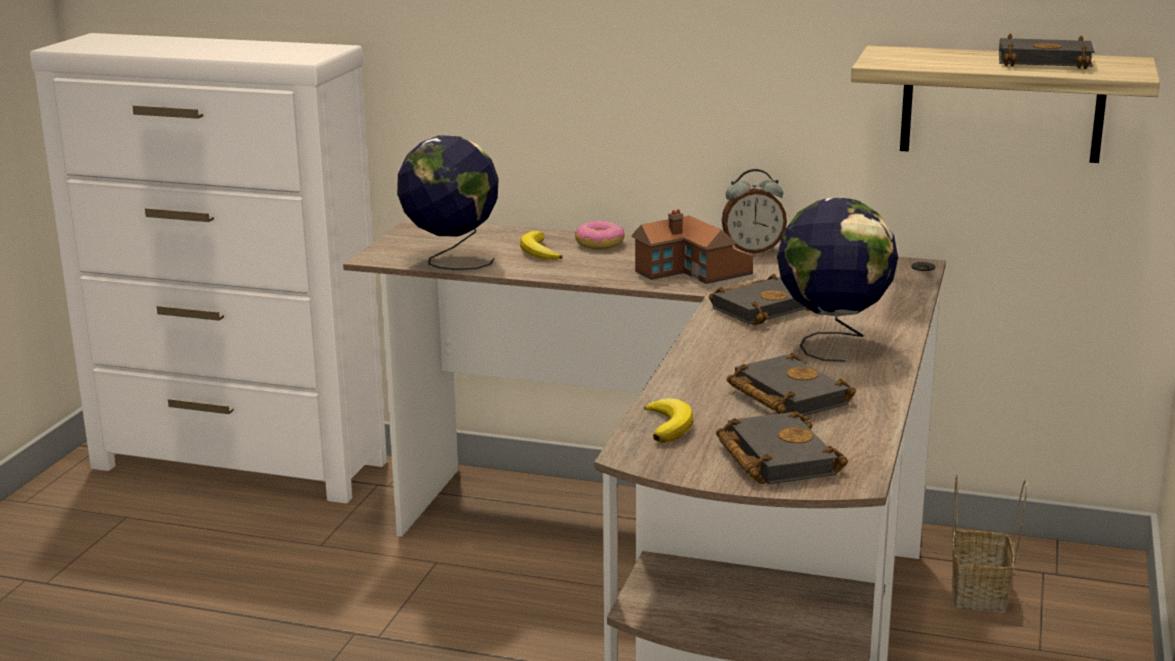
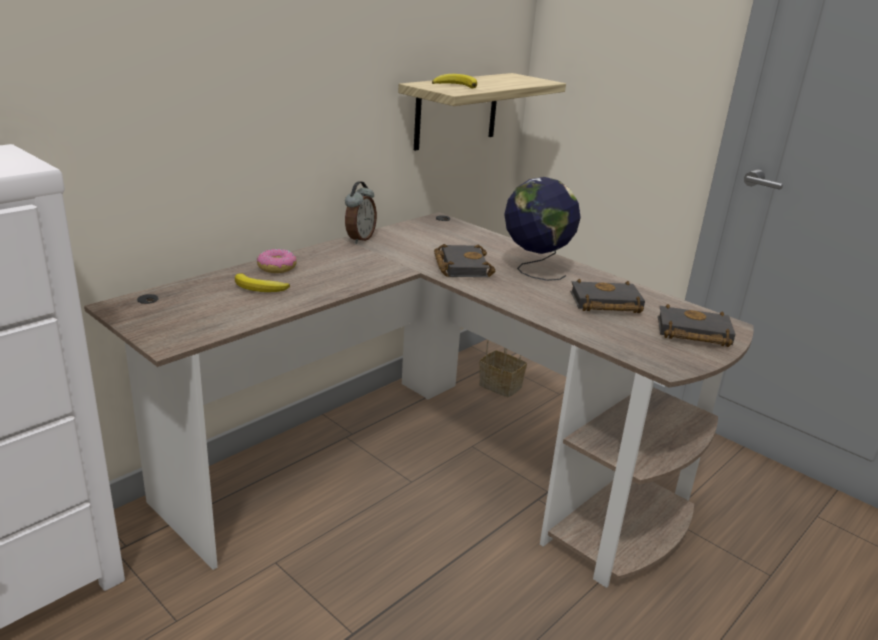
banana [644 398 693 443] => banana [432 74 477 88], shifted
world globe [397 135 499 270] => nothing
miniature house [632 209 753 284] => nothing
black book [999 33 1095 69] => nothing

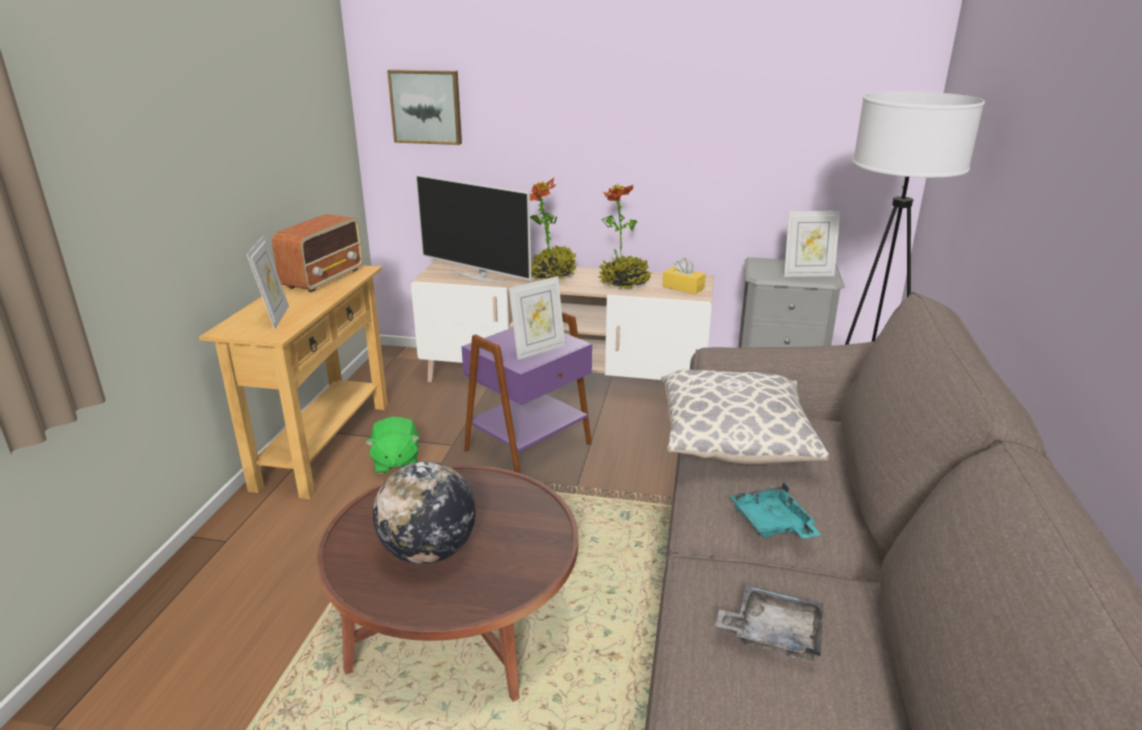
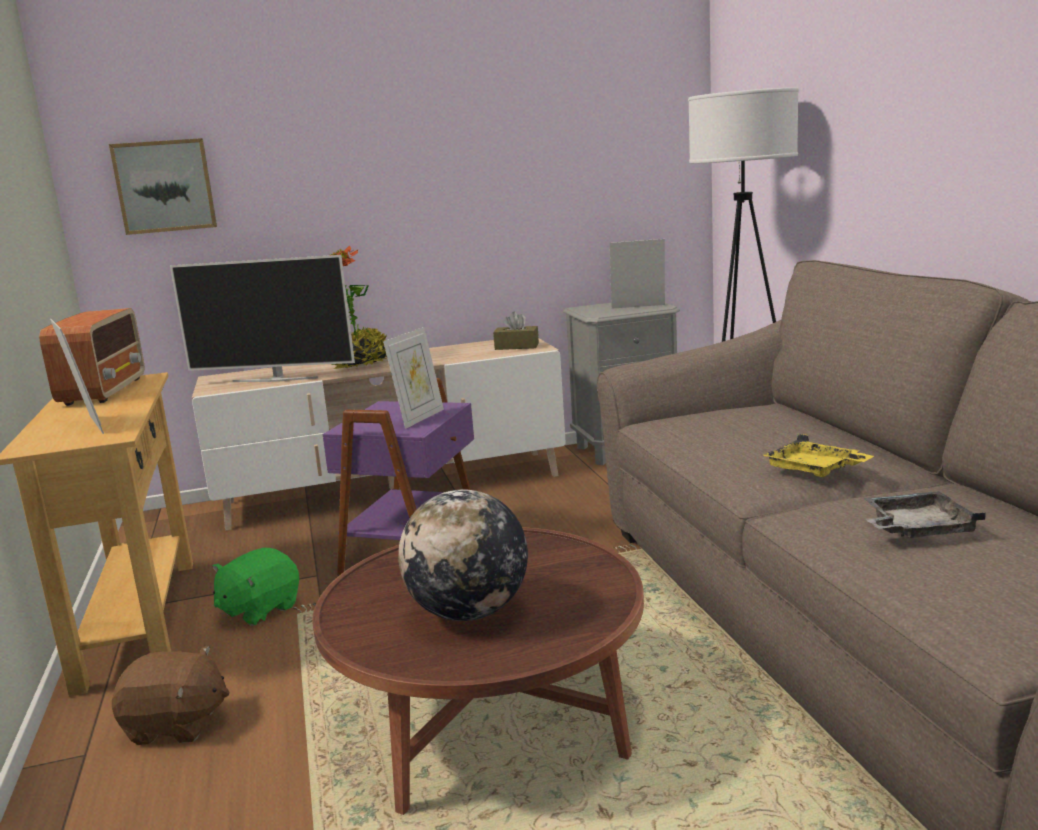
nothing => brownish plush toy [112 645 230 745]
green plush toy [365 417 419 474] => green plush toy [212 547 299 626], 75 degrees clockwise
yellow tissue holder [663 258 706 295] => brownish tissue holder [493 312 539 350]
standing frame [784 211 840 277] => standing frame [610 239 665 309], 150 degrees counterclockwise
blue-green tray [729 482 821 539] => yellow tray [762 434 874 477]
plant in a pot [598 183 652 289] => nothing
pillow [661 370 829 465] => nothing

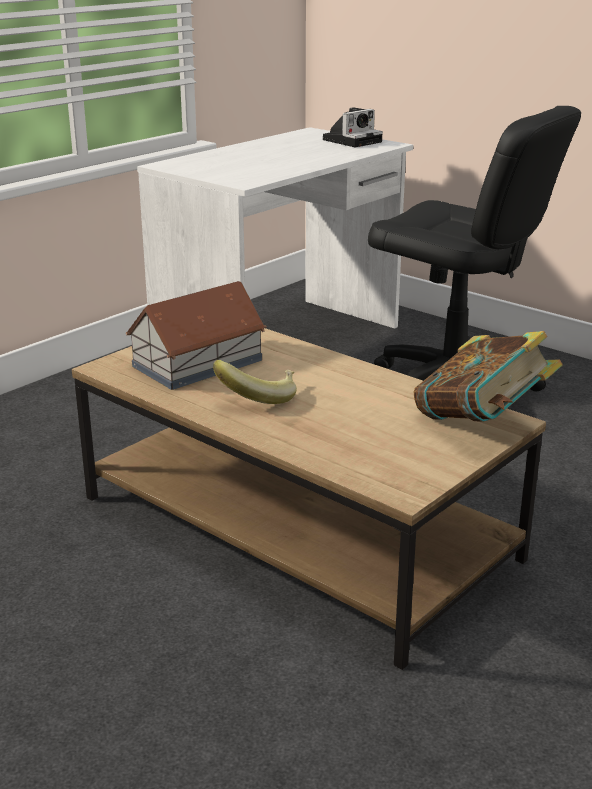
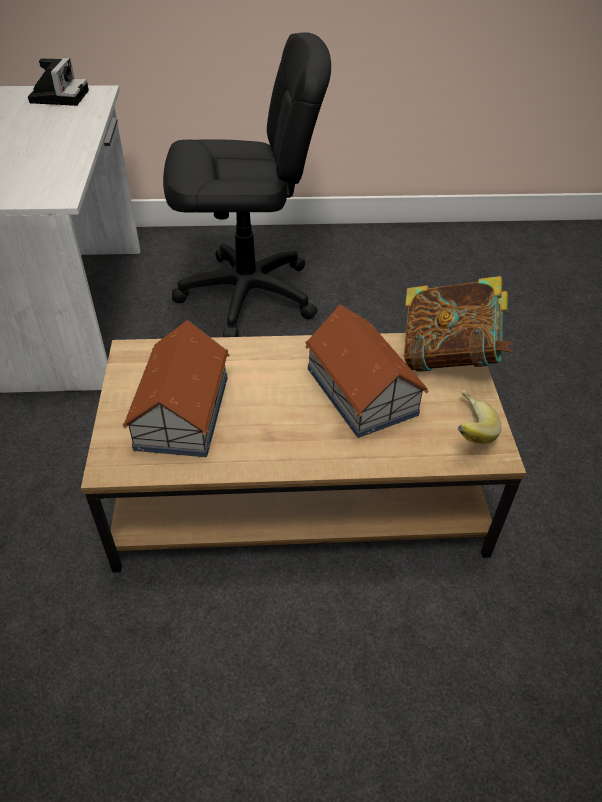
nothing => miniature house [305 305 429 438]
banana [213 360 297 404] => banana [458 390 501 444], shifted

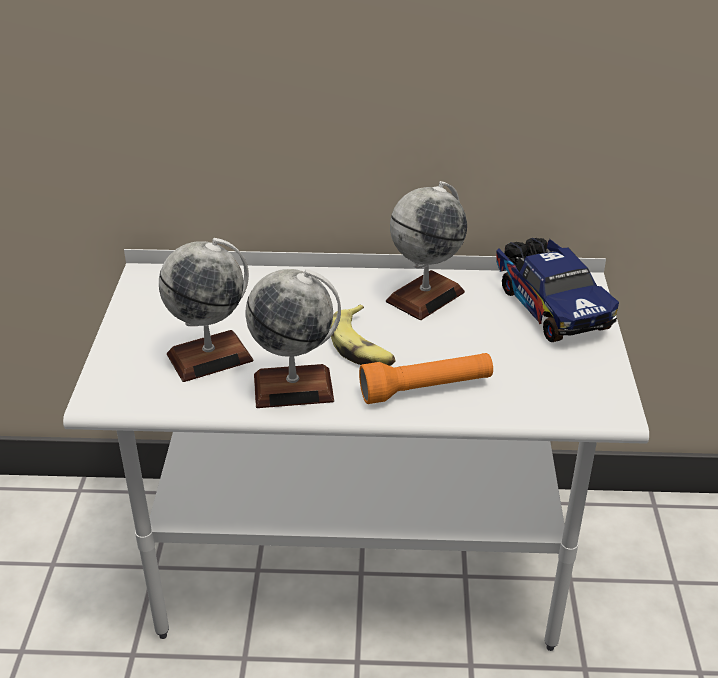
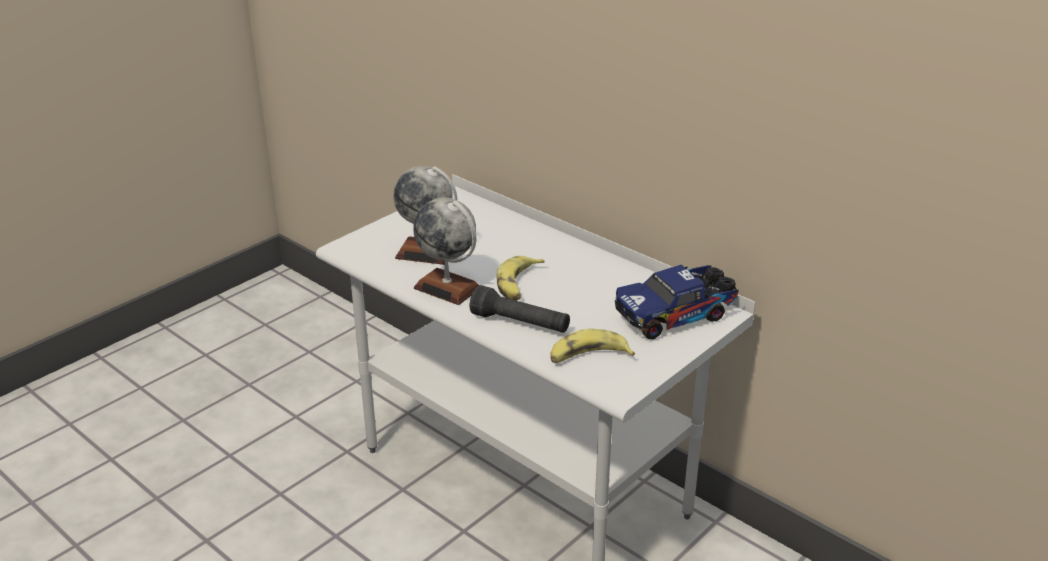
orange-coloured hand torch [359 353 493 404] => black hand torch [470 285 570 333]
nothing => banana [550 329 635 363]
toy lorry [496 238 619 342] => toy lorry [615 264 739 339], 45 degrees clockwise
world globe [386 181 467 320] => nothing

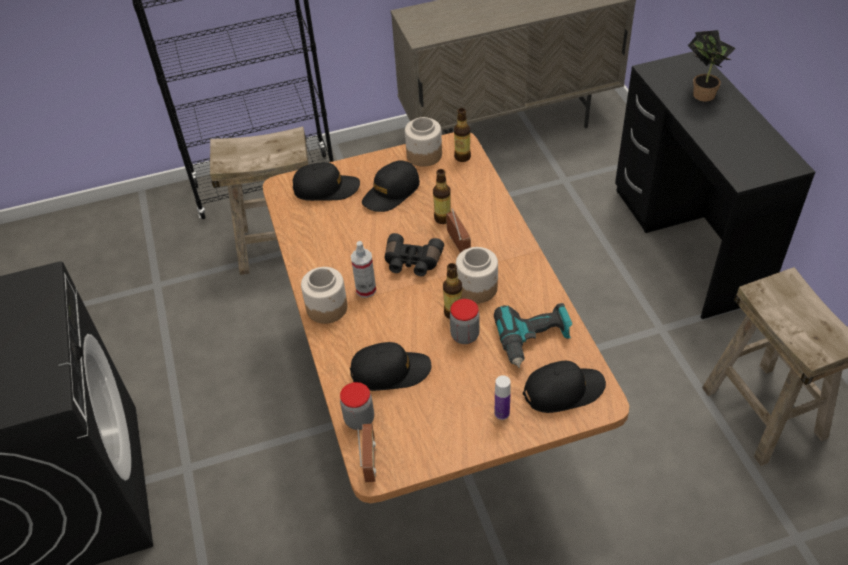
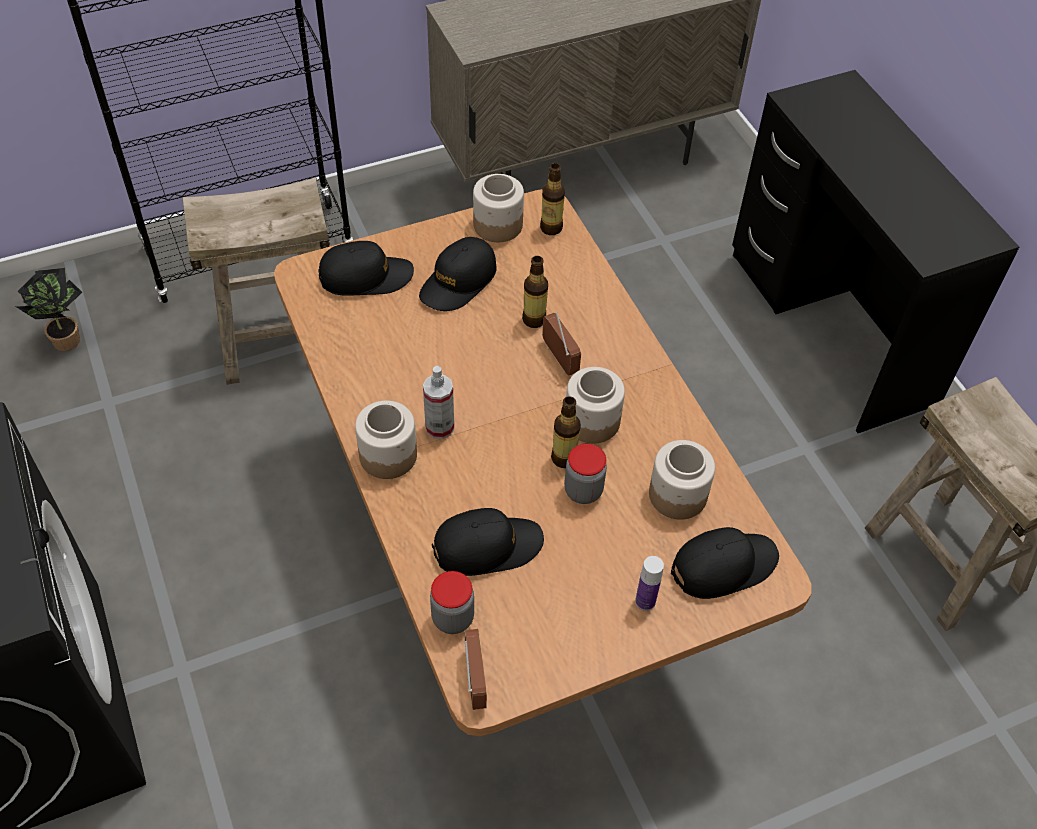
plant in a pot [688 30 736 102] => plant in a pot [17 268 82 351], shifted
electric drill [494 303 572 368] => jar [649 440 715 520]
black pair of binoculars [385 233 444 276] => nothing

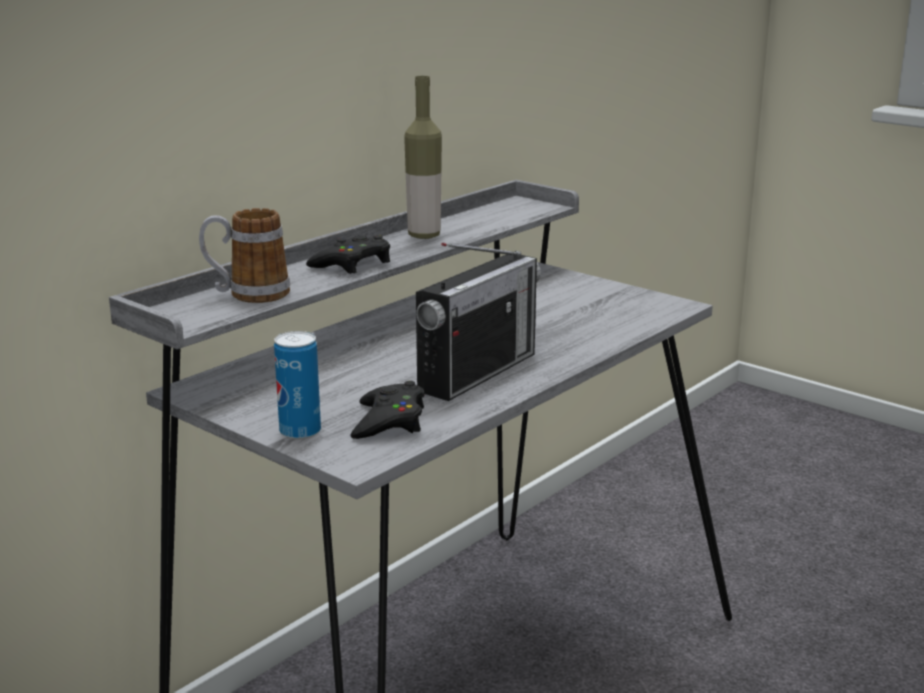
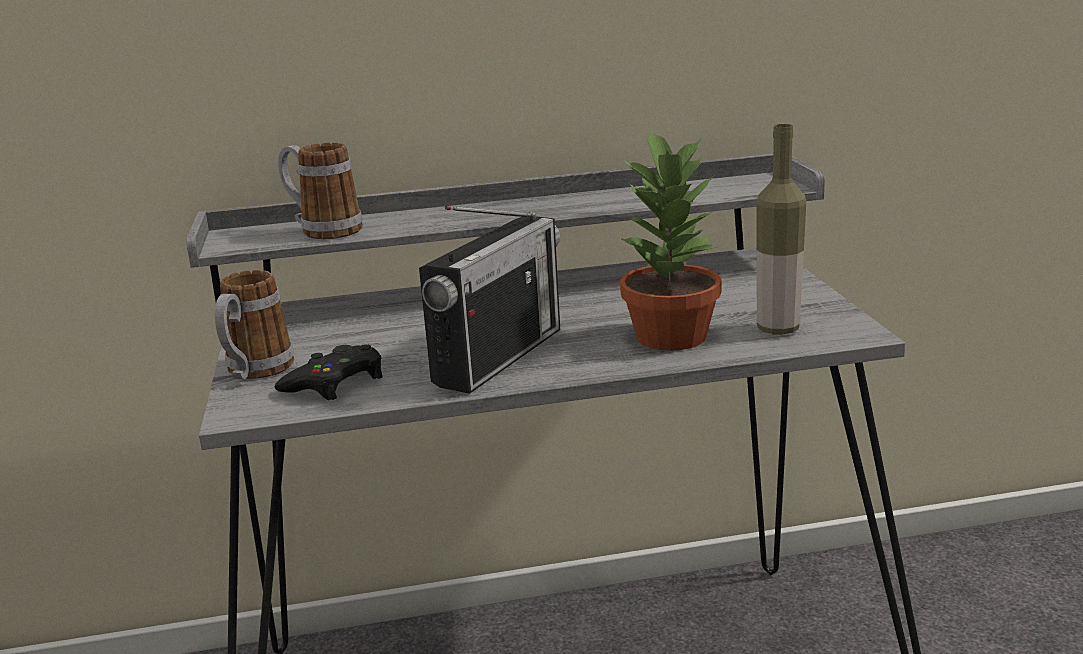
metal can [274 331 321 440] => tea mug [215 270 294 379]
radio receiver [416 243 541 401] => radio receiver [419 206 560 394], 45 degrees counterclockwise
nothing => plant in a pot [618 129 722 351]
bottle [404 76 442 239] => bottle [756 124 806 335], shifted
black gamepad [306 235 390 274] => nothing

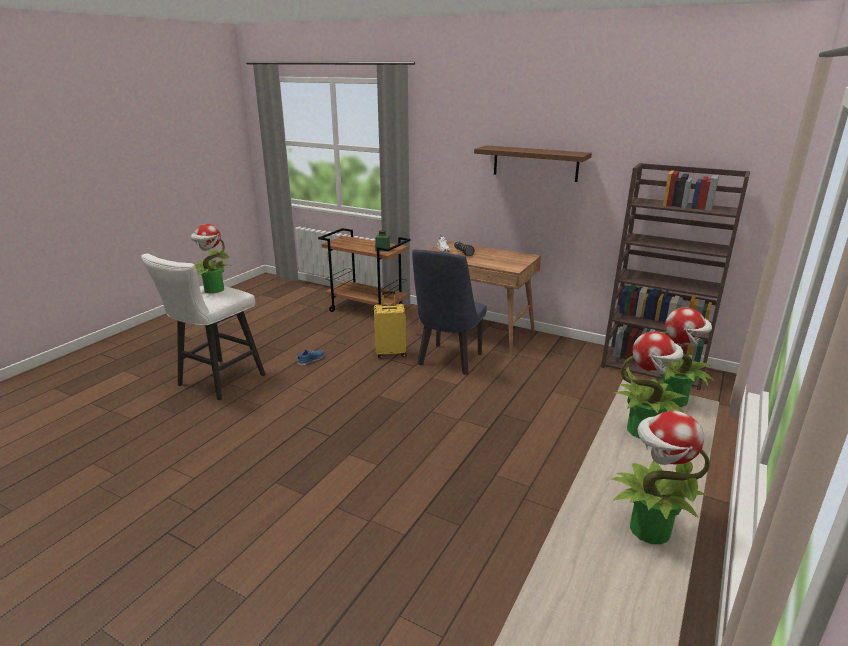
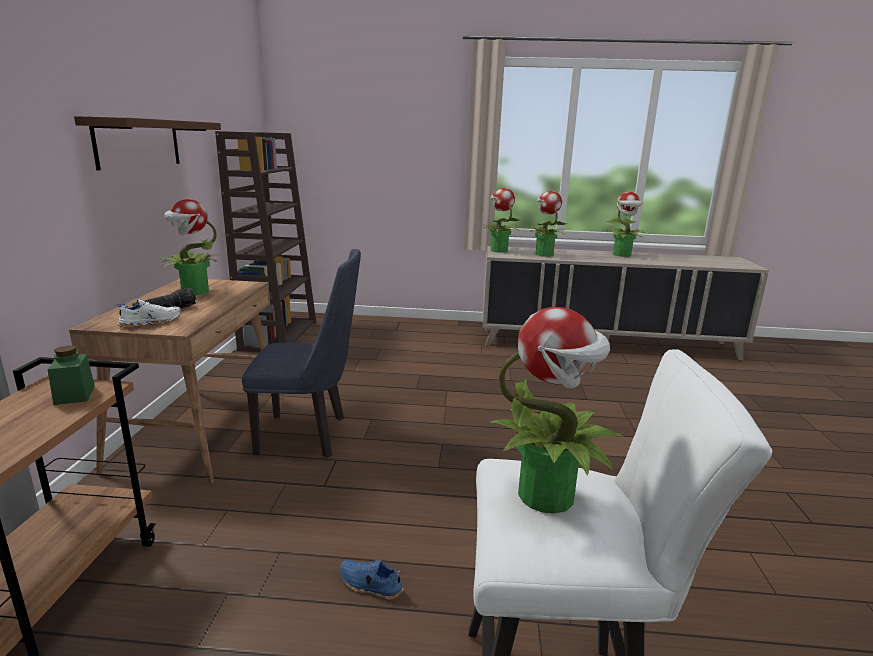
nothing => plant in a pot [158 199 219 295]
yellow piece of luggage [374 291 407 358] => nothing

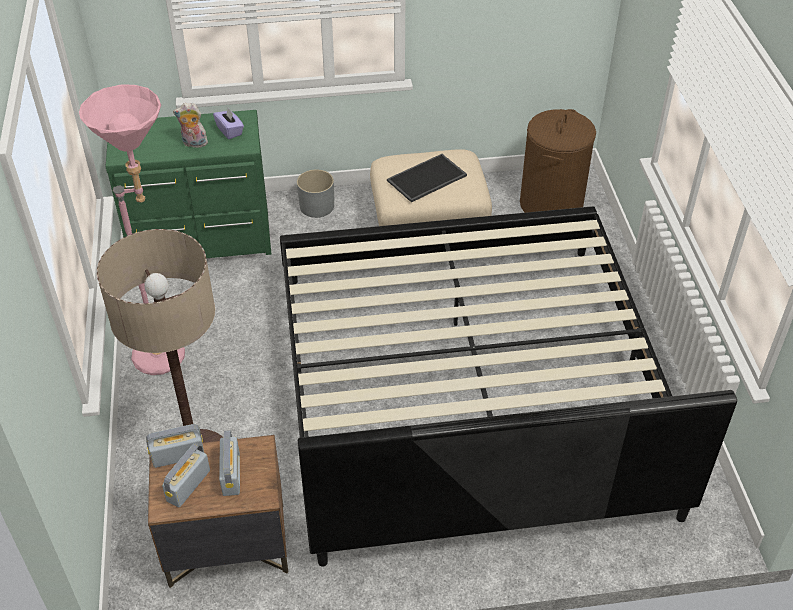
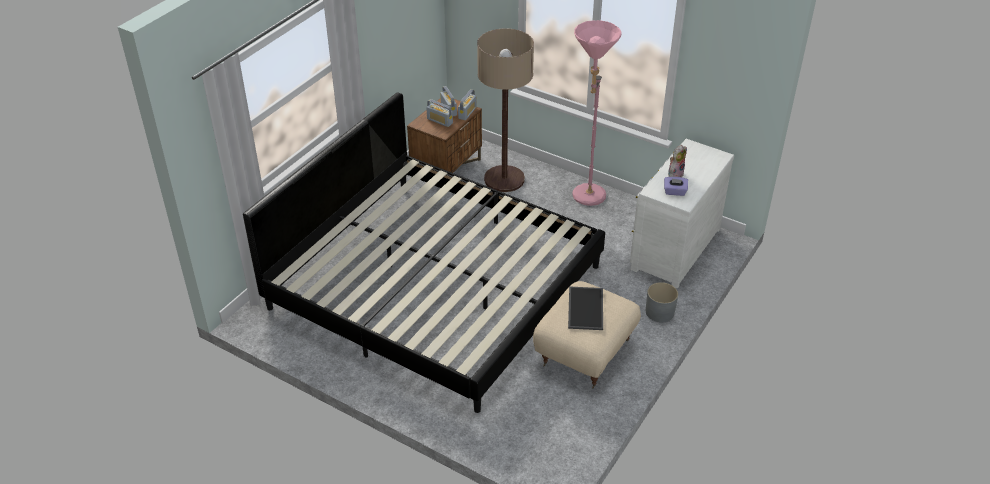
green drawer chest [105 110 271 258] => white-coloured drawer chest [630 139 734 289]
brownish hamper [520 109 596 213] => nothing

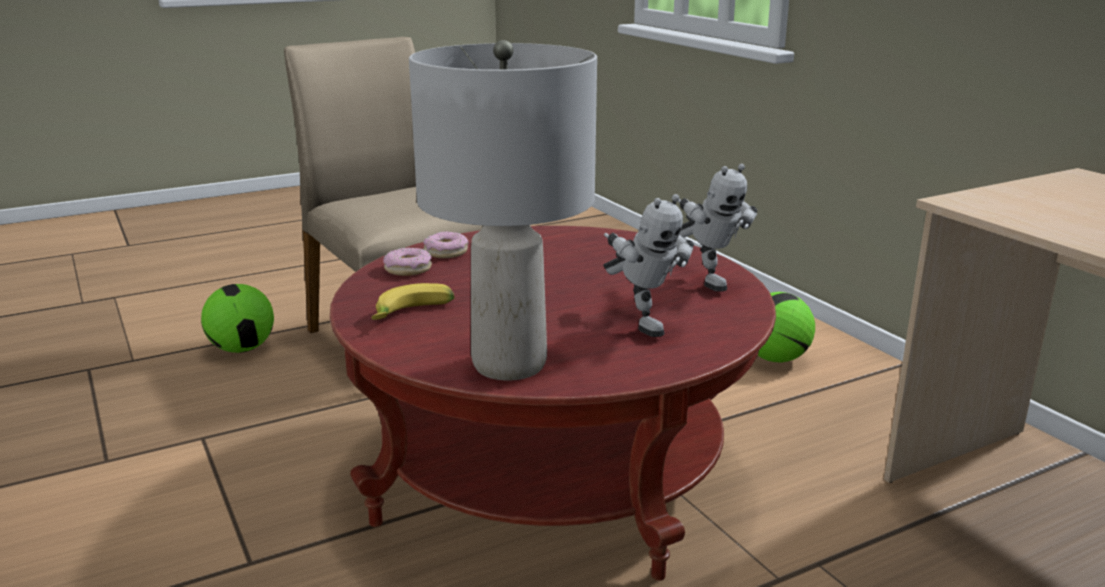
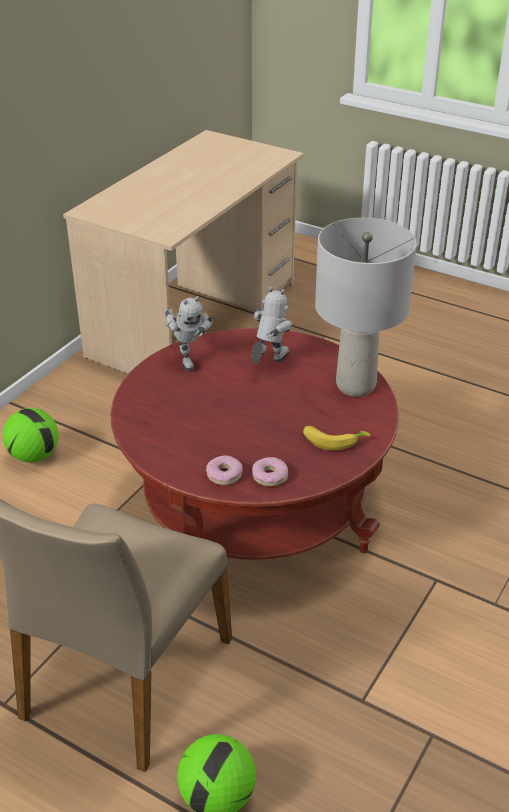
toy robot [678 164 757 292] => toy robot [165 296 213 371], 120 degrees clockwise

